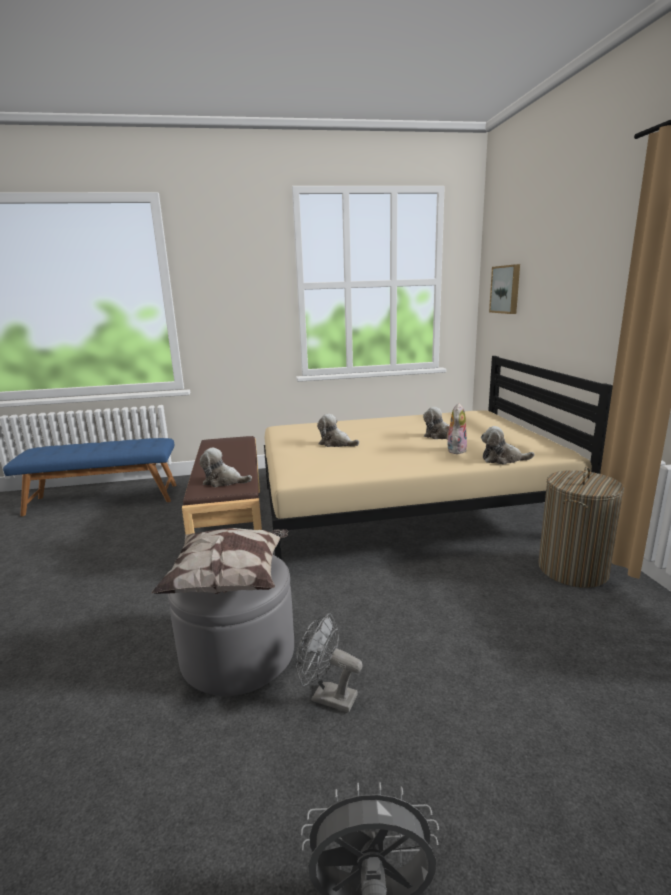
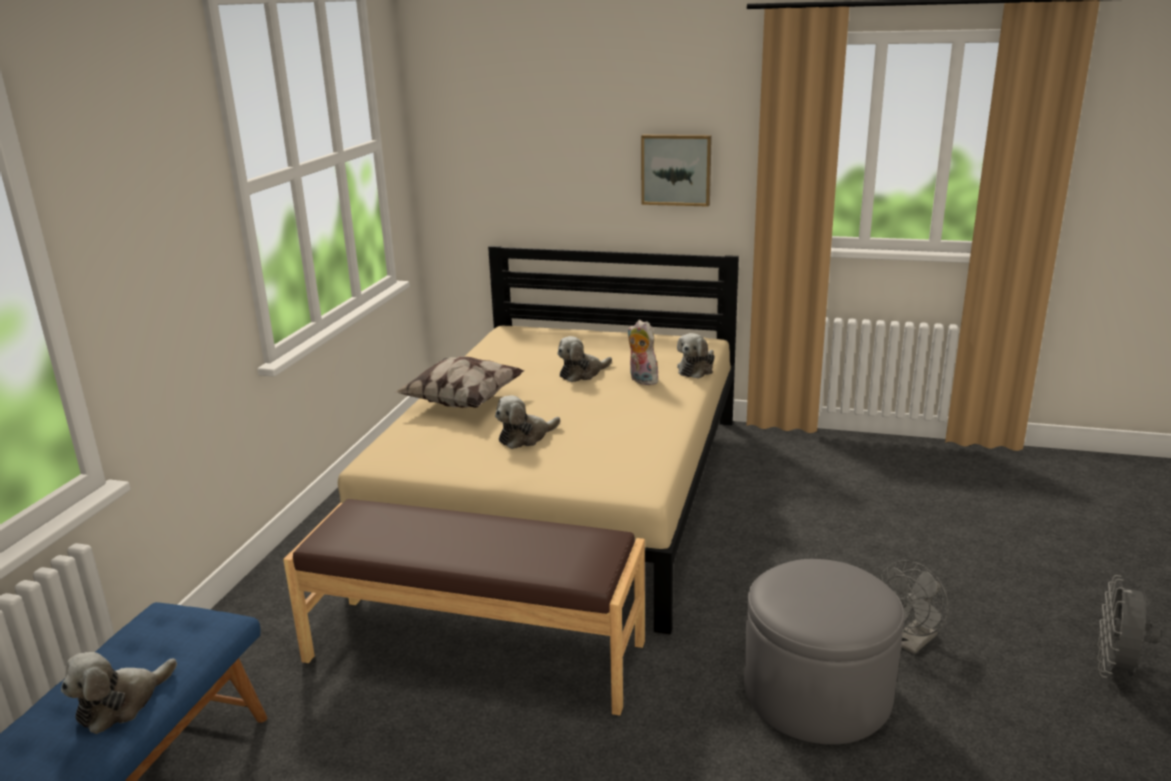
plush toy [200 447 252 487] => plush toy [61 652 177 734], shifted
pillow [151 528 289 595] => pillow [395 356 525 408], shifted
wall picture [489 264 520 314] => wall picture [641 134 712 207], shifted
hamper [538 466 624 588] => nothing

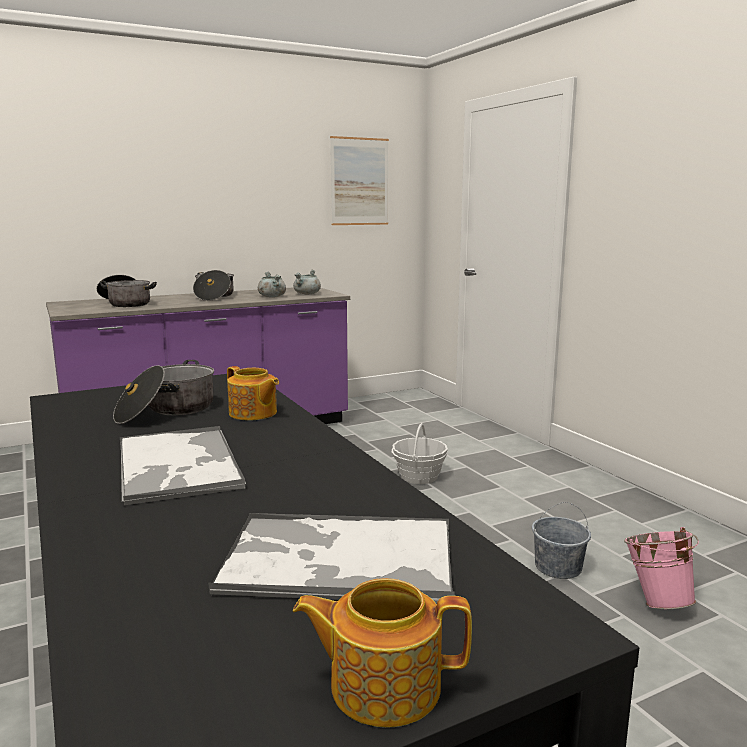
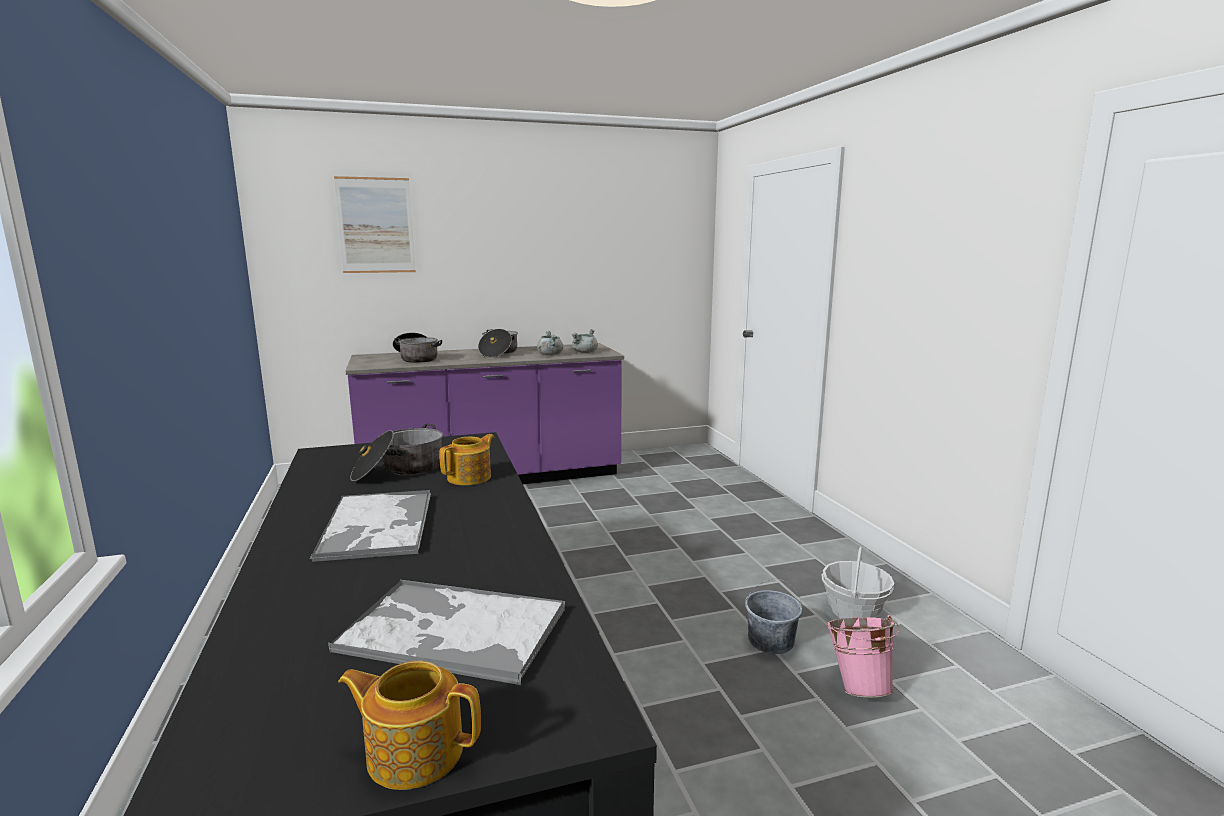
wall picture [330 136 389 225] => wall picture [334 176 416 273], shifted
tea pot [227 366 279 421] => tea pot [439 434 495 485], 105 degrees counterclockwise
household basket [392 423 448 484] => household basket [822 547 895 619], shifted

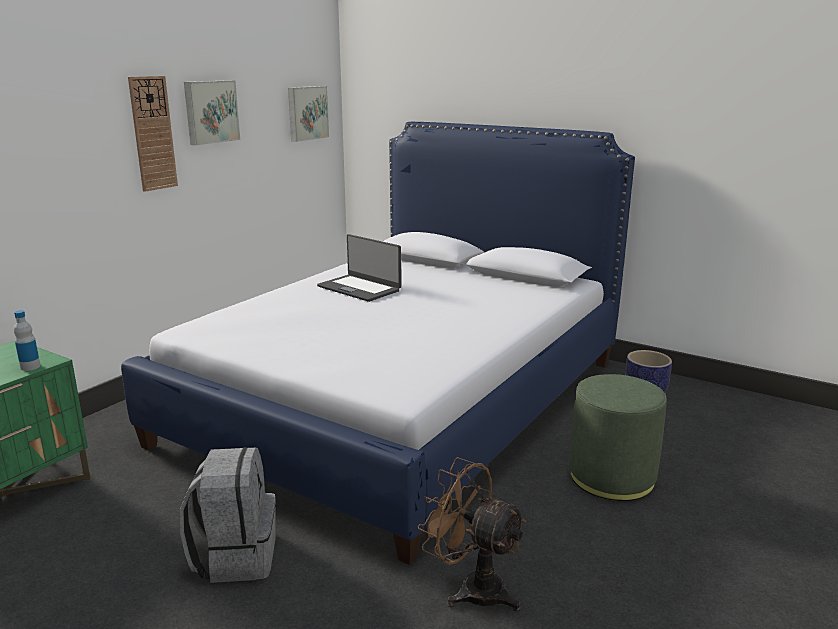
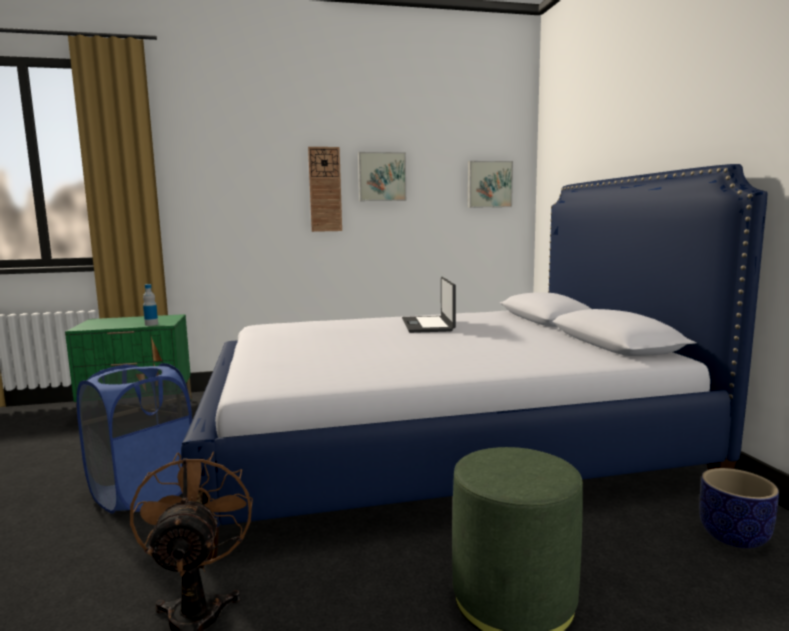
grey backpack [180 447 276 583] => blue-coloured hamper [76 363 192 514]

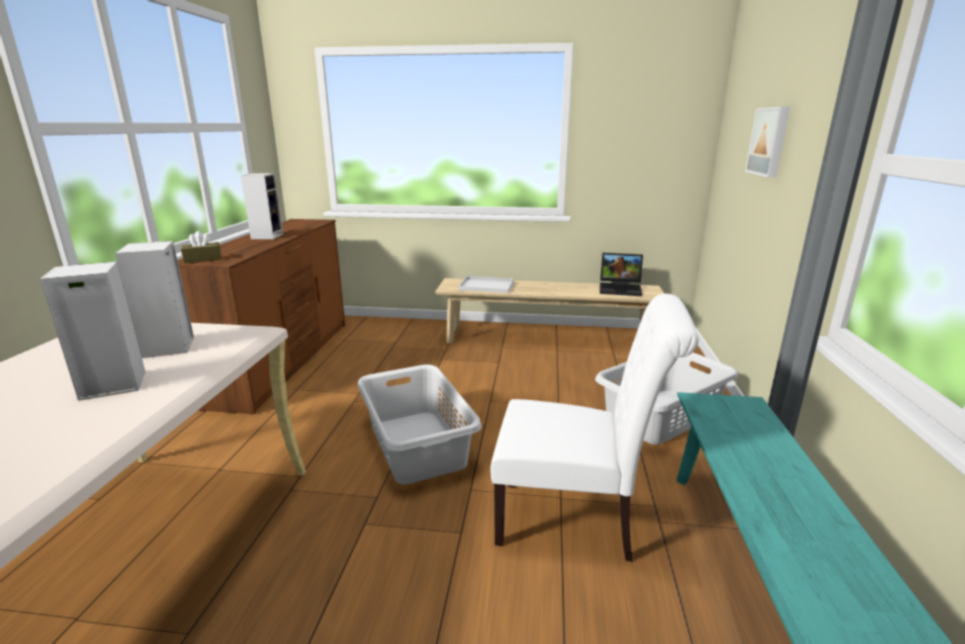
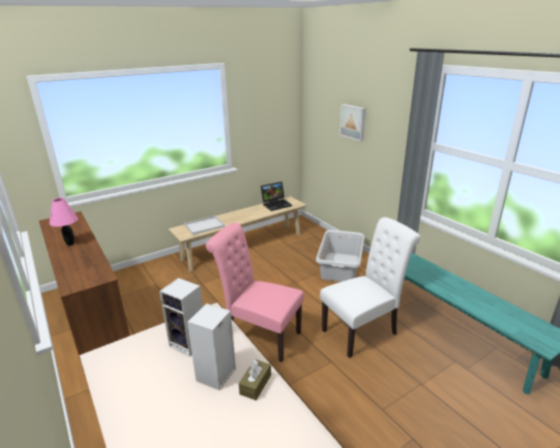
audio speaker [241 173 283 239] => pinkish lamp for a table [49 198 78 246]
grey hamper [358 364 482 484] => pinkish chair [206 223 304 362]
brownish tissue holder [181 231 221 263] => brownish tissue holder [239 359 271 400], shifted

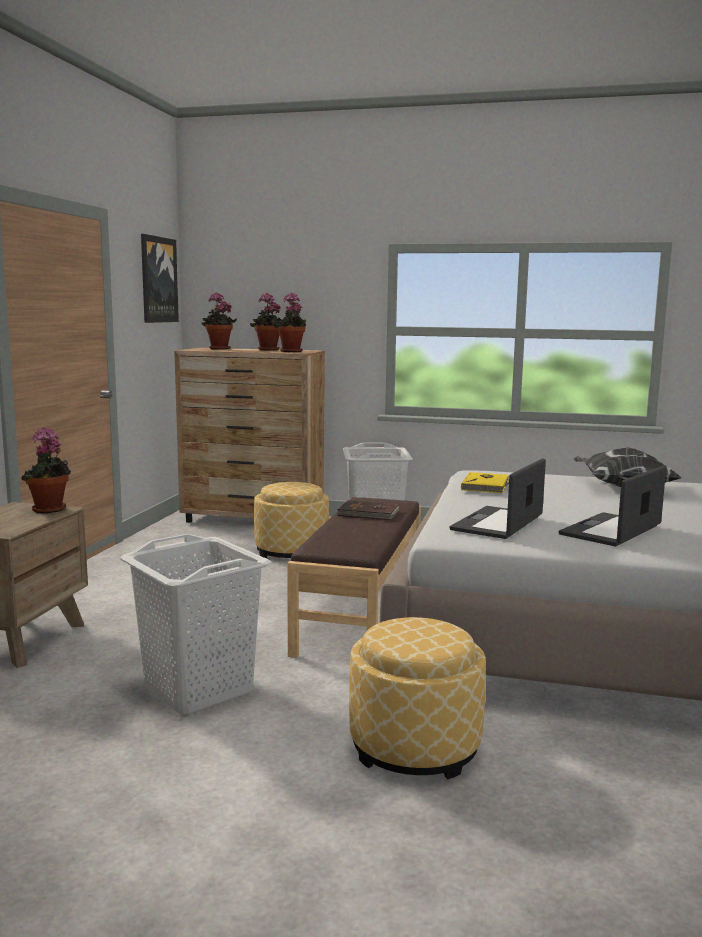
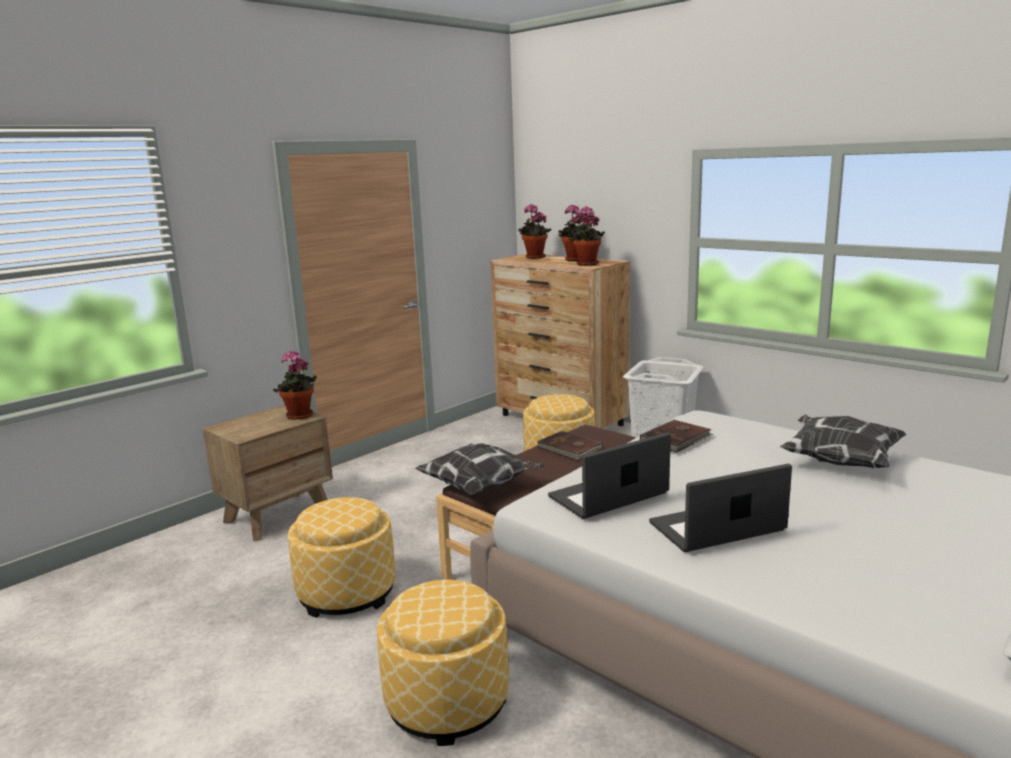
white-coloured hamper [121 534 271 715] => pouffe [288 497 395 618]
nothing => pillow [415 443 545 496]
yellow book [461 472 509 493] => brownish book [640 420 713 453]
wall picture [141 234 179 323] => nothing

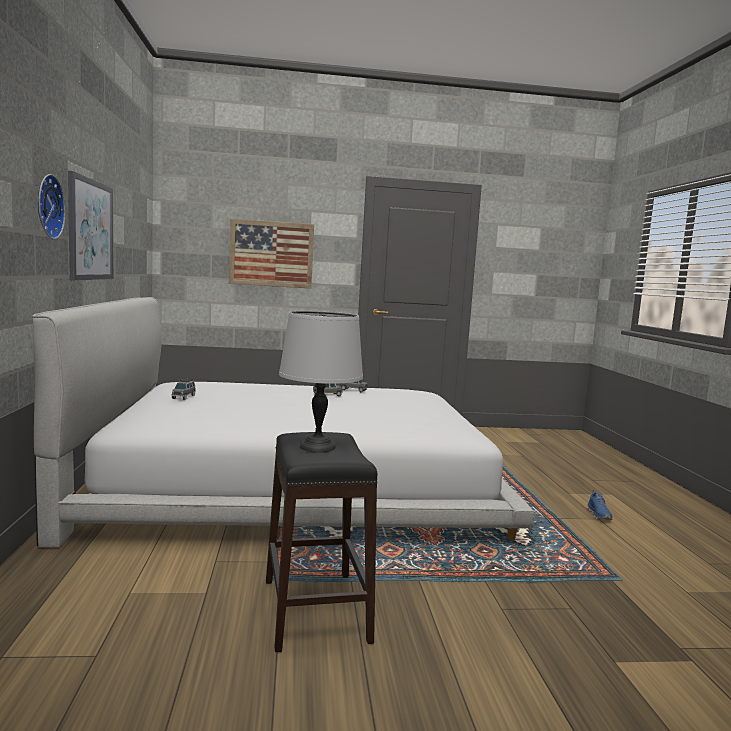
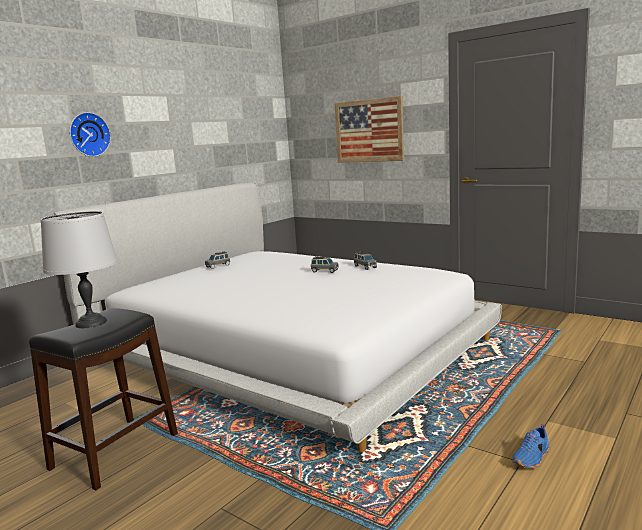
wall picture [68 171 113 281] => nothing

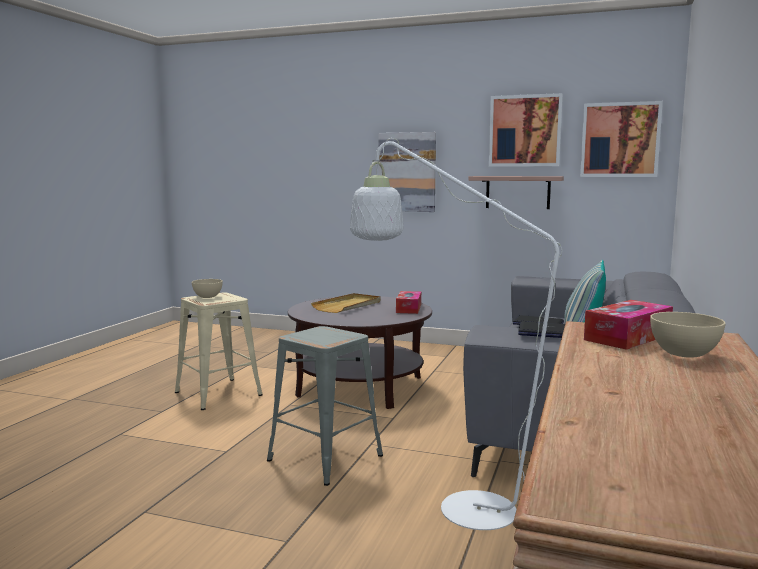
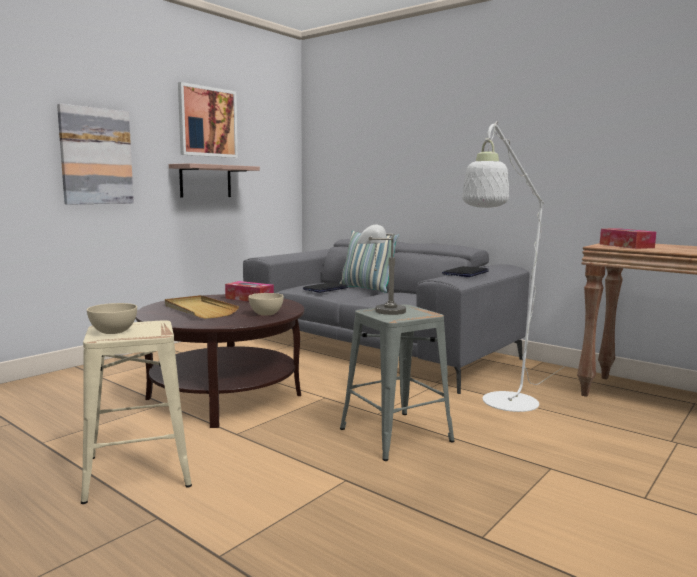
beige-coloured bowl [650 312 726 358] => beige-coloured bowl [248 293 284 316], shifted
nothing => grey lamp for a table [357 225 406 315]
wall picture [580 101 663 177] => nothing

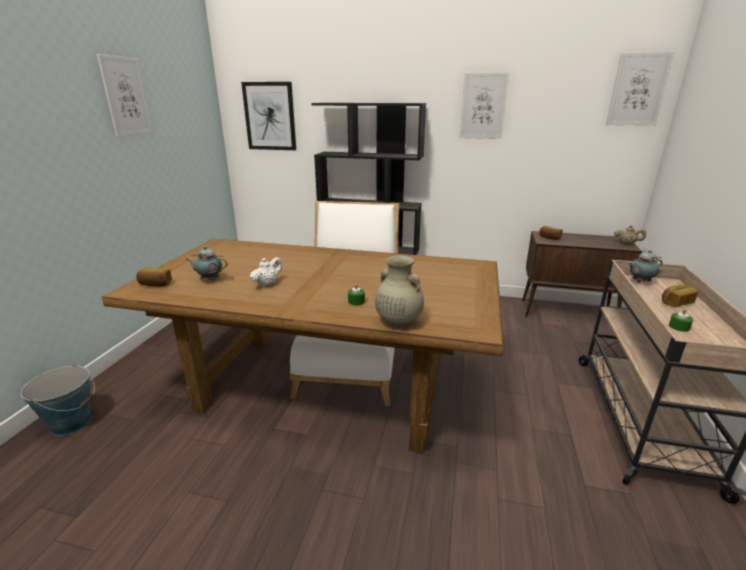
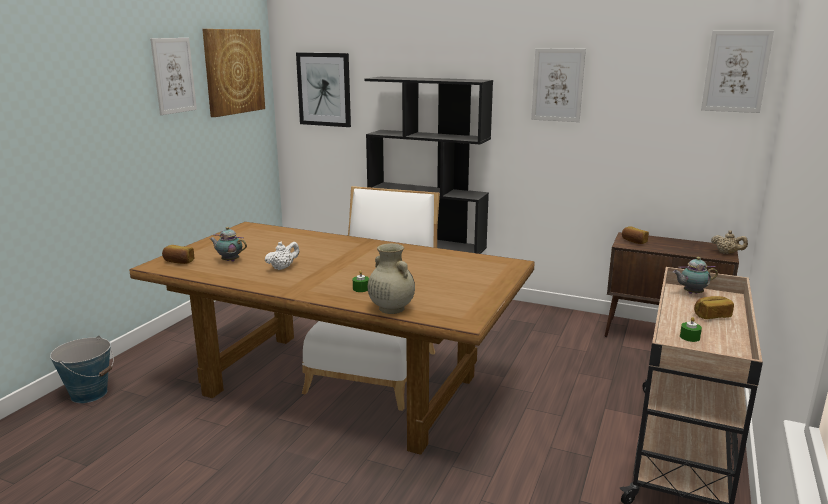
nothing => wall picture [202 29 265 117]

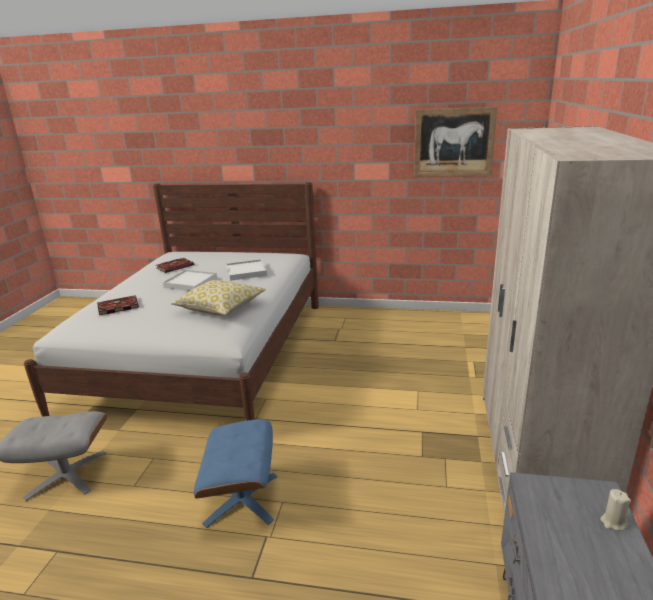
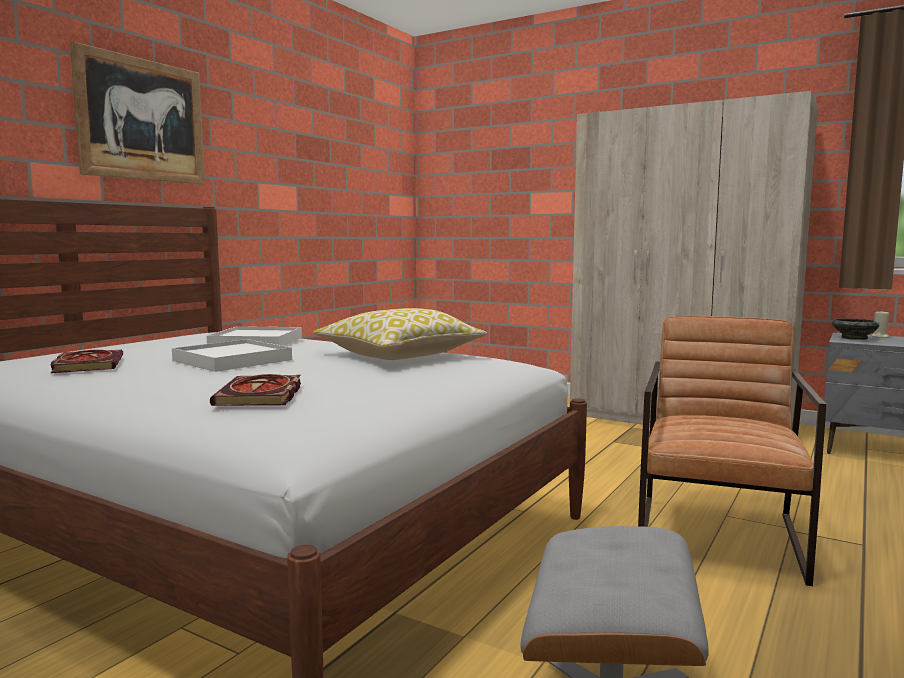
wall picture [414 107 497 177] => wall picture [70 41 205 184], shifted
blue-coloured pouffe [194 419 277 528] => brownish easy chair [638 316 826 586]
nothing => black bowl [832 318 880 340]

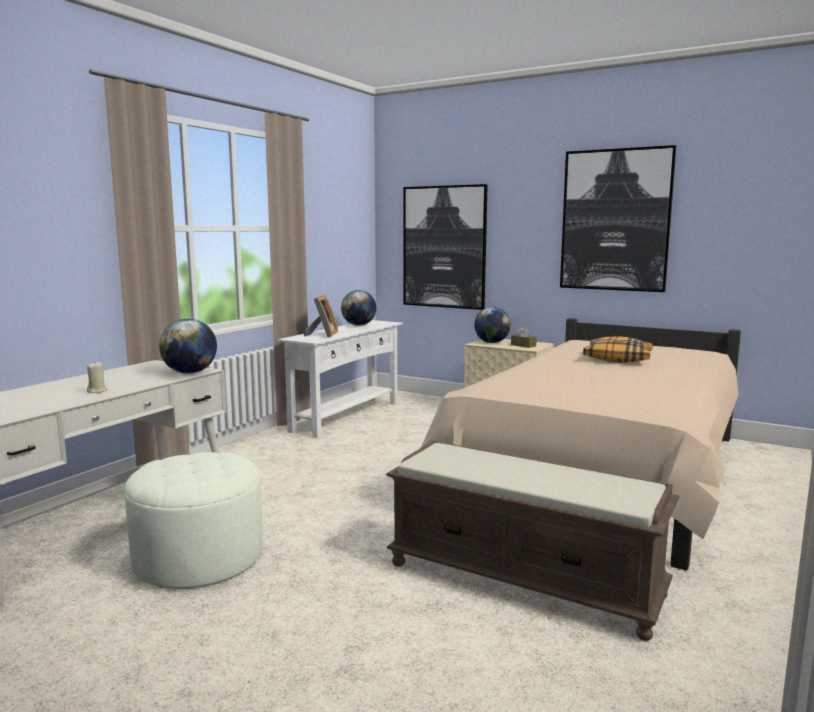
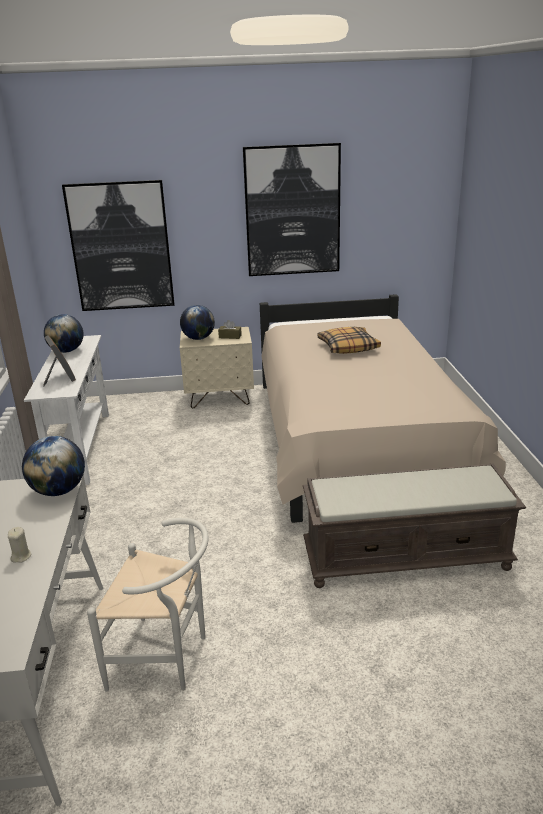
white-coloured pouffe [124 452 263 589] => white-coloured chair [87 518 209 692]

